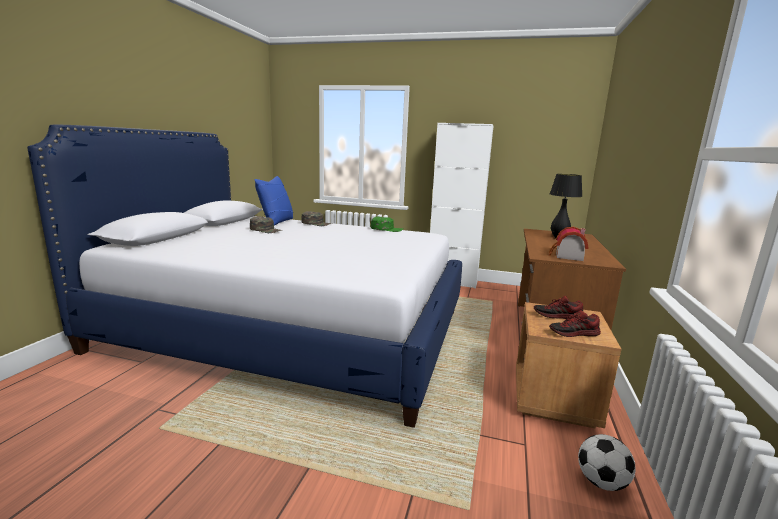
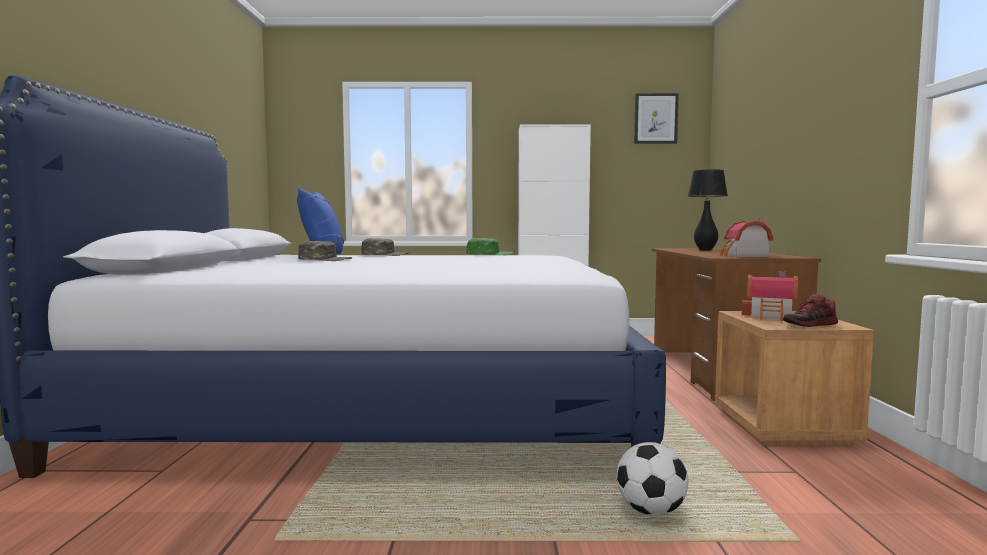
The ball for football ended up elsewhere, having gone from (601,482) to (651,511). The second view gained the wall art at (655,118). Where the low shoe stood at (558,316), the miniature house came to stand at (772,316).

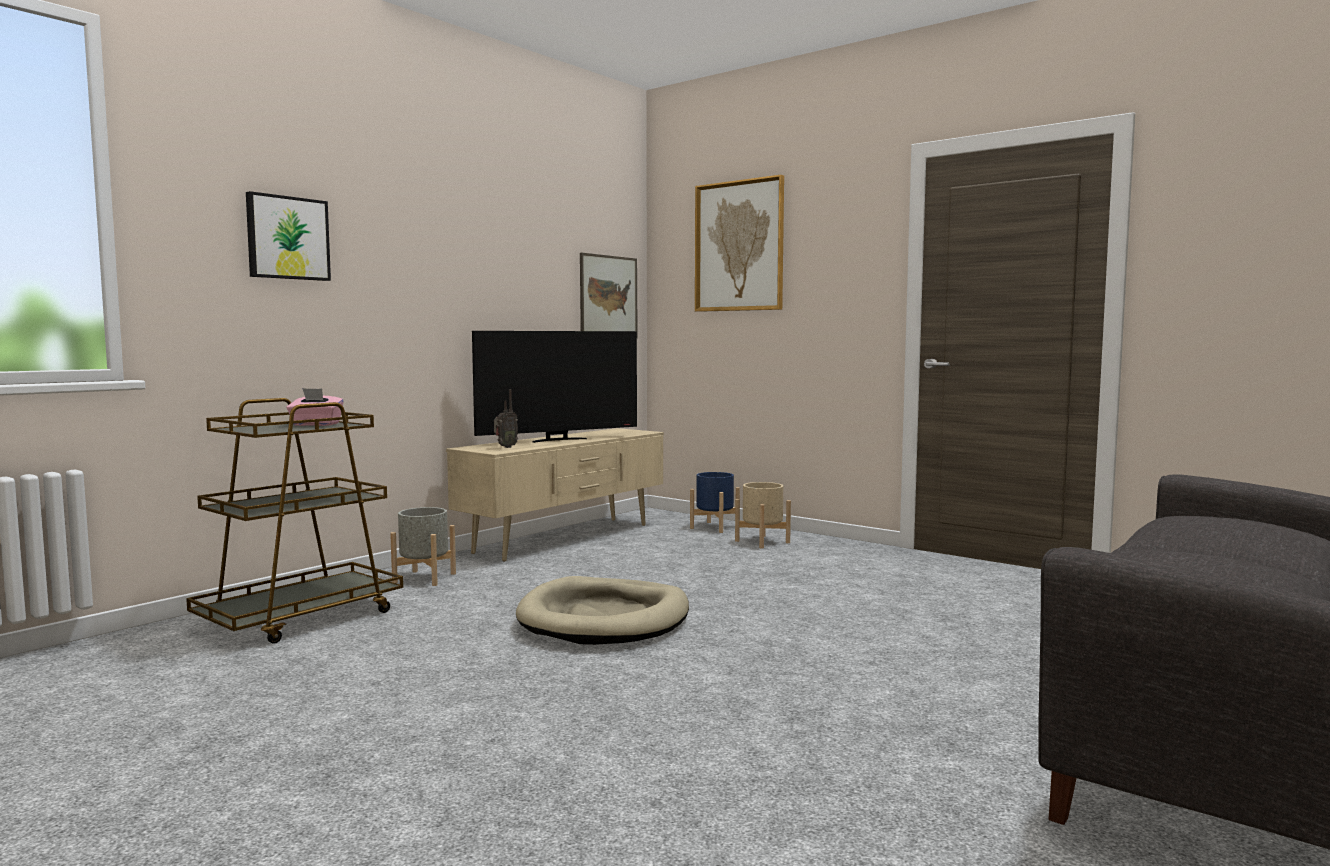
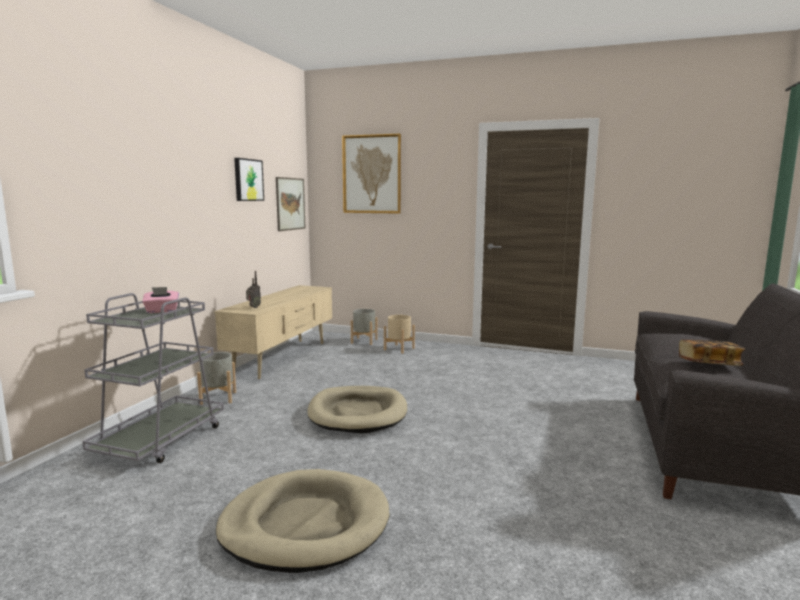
What was the brownish trolley at (301,618) turned into the greyish trolley at (161,440). The second view gained the beige pet bed at (305,525). The wall art ended up elsewhere, having gone from (287,238) to (248,180). What was the blue-coloured planter at (714,527) turned into the greyish planter at (364,341). The second view gained the volume at (708,364). The second view lost the TV set at (558,440).

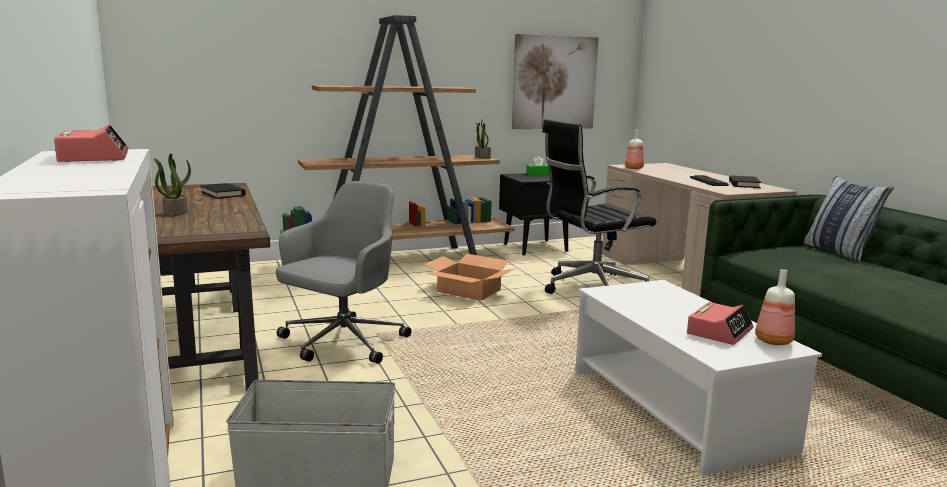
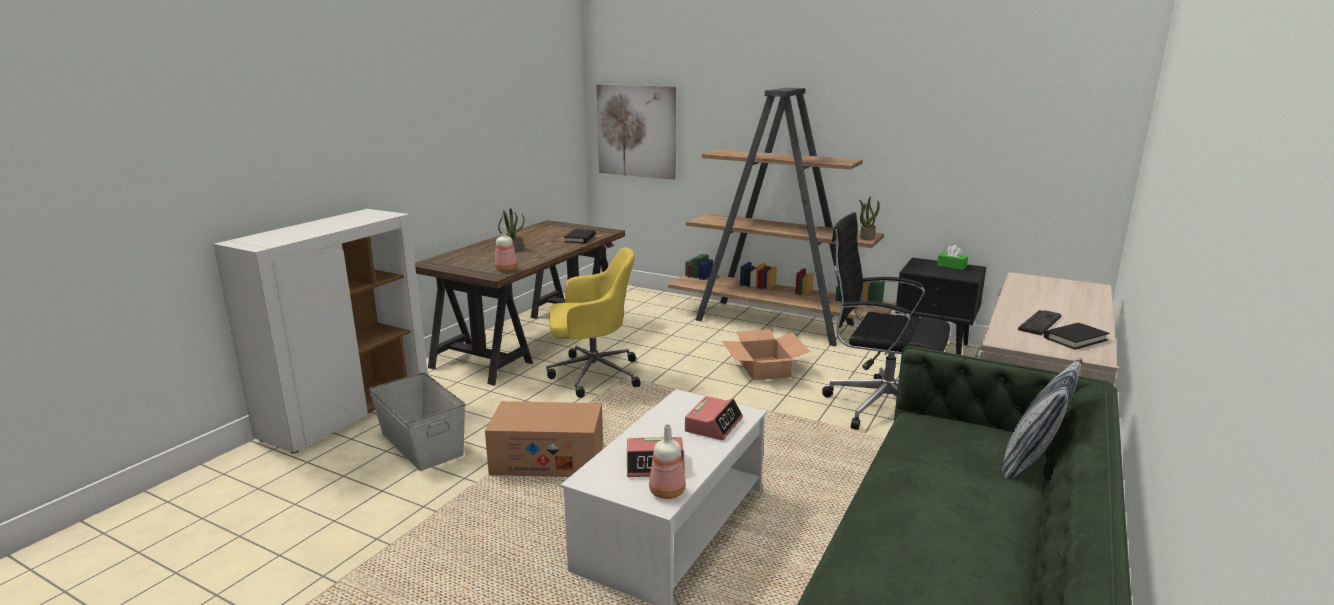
The second view gained the carton at (548,460). The bottle ended up elsewhere, having gone from (633,168) to (506,269). What was the greyish office chair at (342,343) turned into the yellow-coloured office chair at (592,374). The wall art ended up elsewhere, having gone from (554,82) to (636,131). The bedside clock ended up elsewhere, having gone from (94,157) to (713,425).

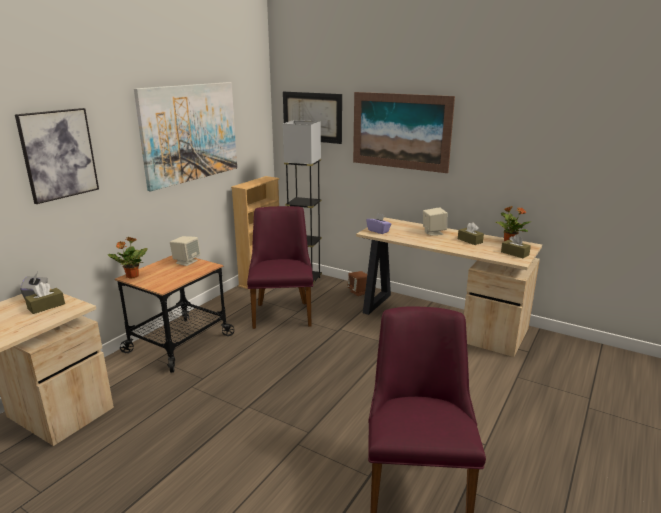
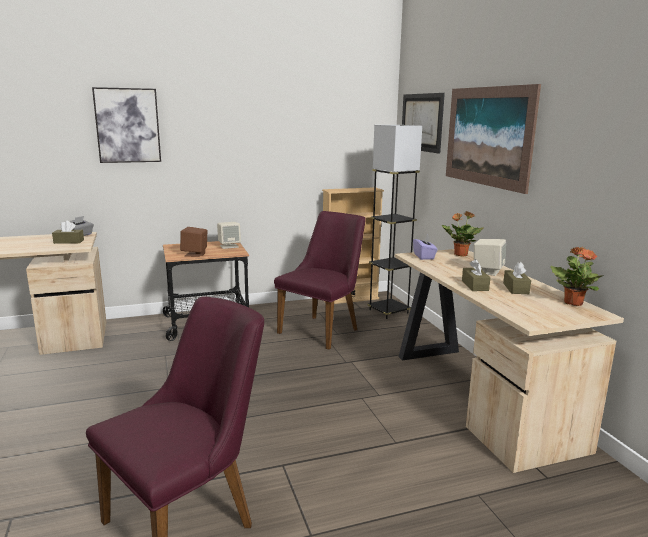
The brownish audio speaker ended up elsewhere, having gone from (358,292) to (195,254). The potted plant ended up elsewhere, having gone from (132,276) to (460,255). The brownish tissue holder ended up elsewhere, having gone from (514,253) to (475,285). The second view lost the wall art at (190,133).

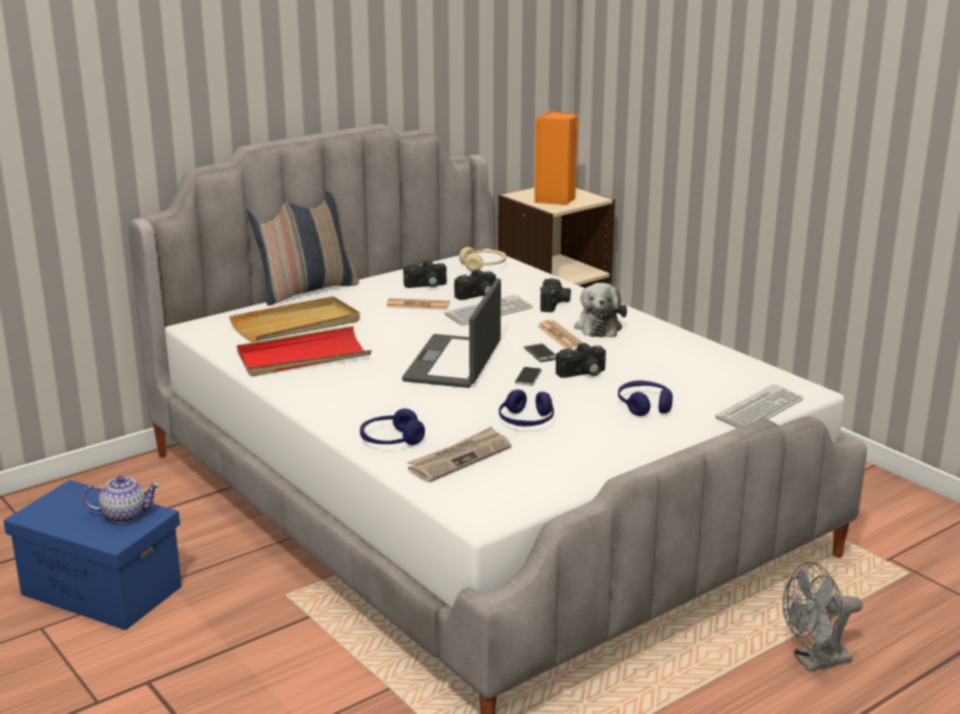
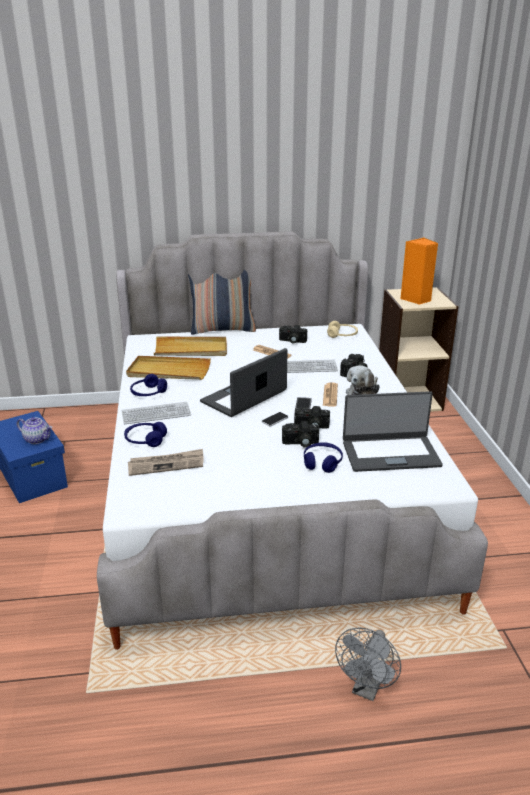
The computer keyboard ended up elsewhere, having gone from (759,409) to (156,414). What was the red-coloured carrying tray at (303,357) turned into the beige carrying tray at (168,371). The blue-coloured headphones ended up elsewhere, having gone from (526,421) to (148,393). The photo camera ended up elsewhere, having gone from (477,296) to (300,443). The greyish electric fan at (815,661) ended up facing another way, 75 degrees counterclockwise from before. The second view gained the laptop at (390,453).

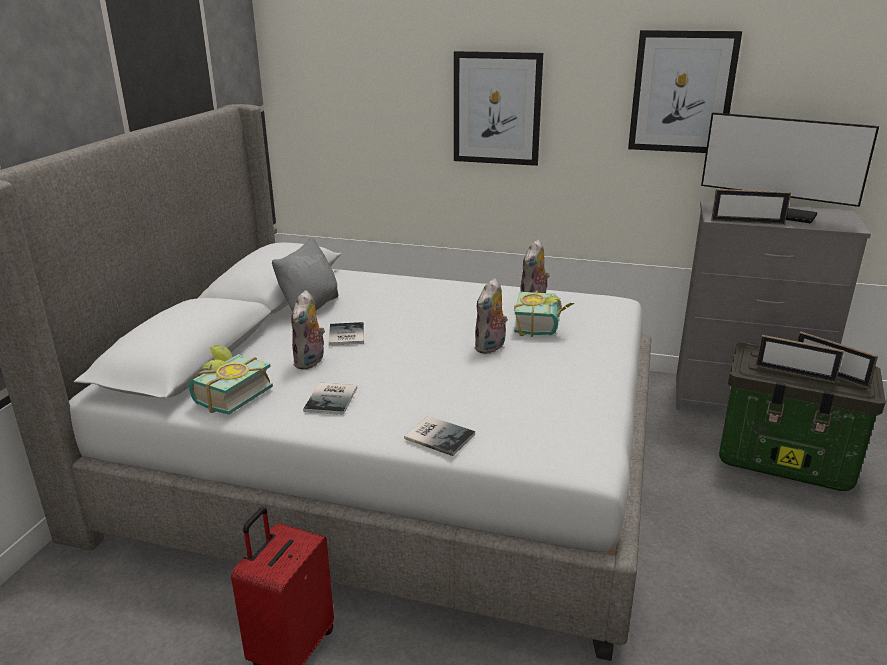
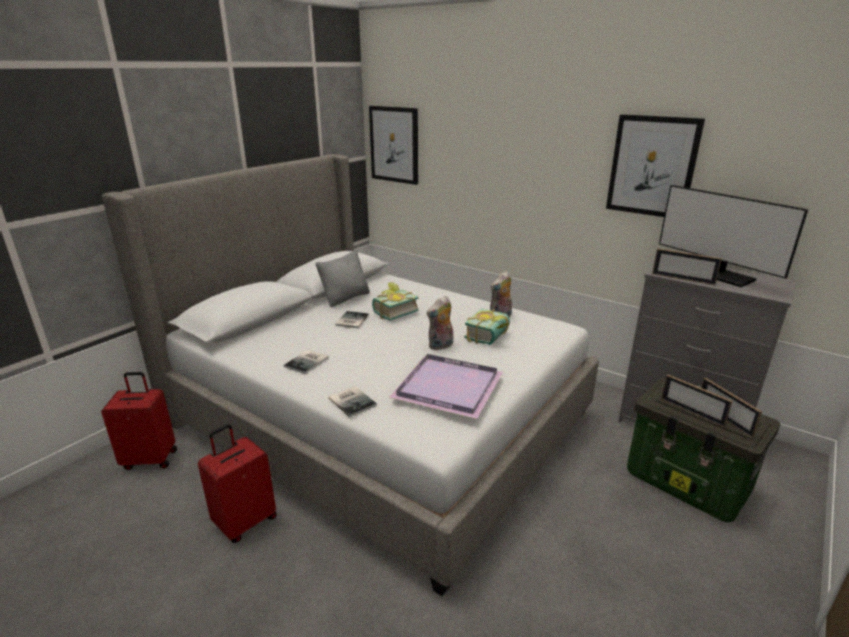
The second view gained the red-coloured travel case at (150,459). The wall art ended up elsewhere, having gone from (497,108) to (394,144). The volume ended up elsewhere, having gone from (228,396) to (393,312). The second view gained the purple-coloured carrying tray at (447,386). The second view lost the soft toy at (310,362).

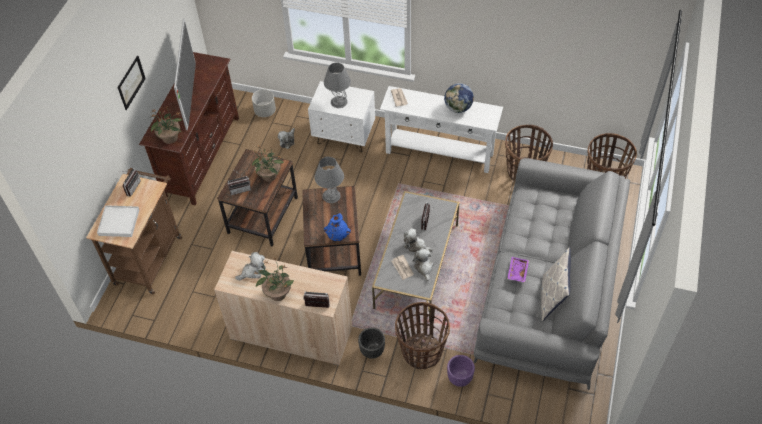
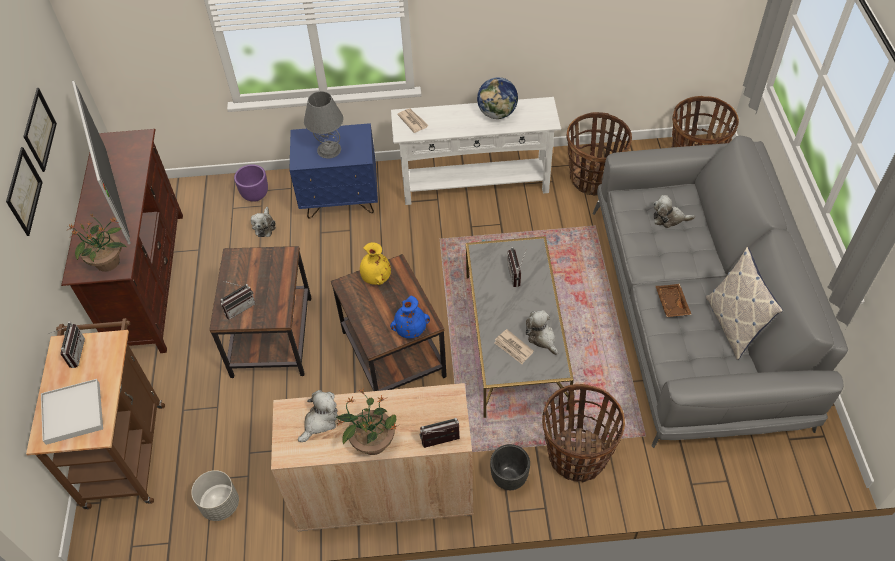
The second view gained the wall art at (39,129). The greyish planter ended up elsewhere, having gone from (265,111) to (220,504). The purple-coloured planter ended up elsewhere, having gone from (460,378) to (255,194). What was the white nightstand at (344,137) turned into the blue-coloured nightstand at (341,200). Where the greyish lamp for a table stood at (331,196), the yellow-coloured flower vase came to stand at (376,277). The soft toy ended up elsewhere, having gone from (416,246) to (669,218). What was the purple-coloured carrying tray at (517,271) turned into the brownish carrying tray at (671,304). The second view lost the potted plant at (269,176).

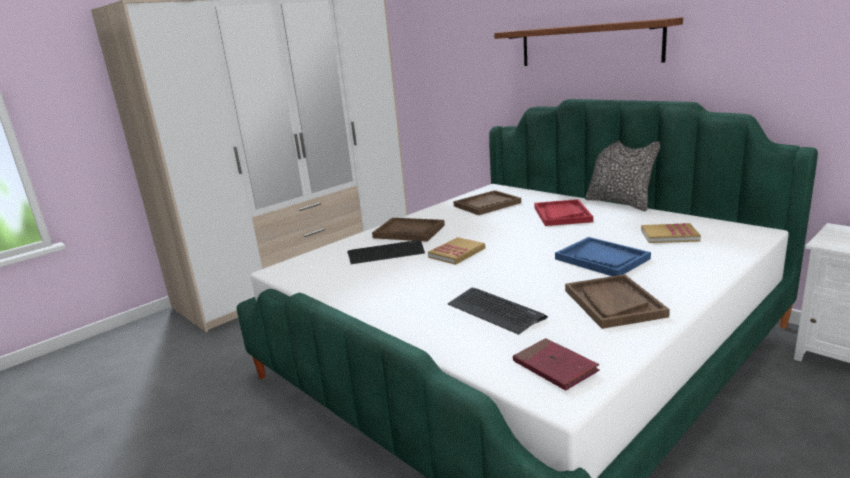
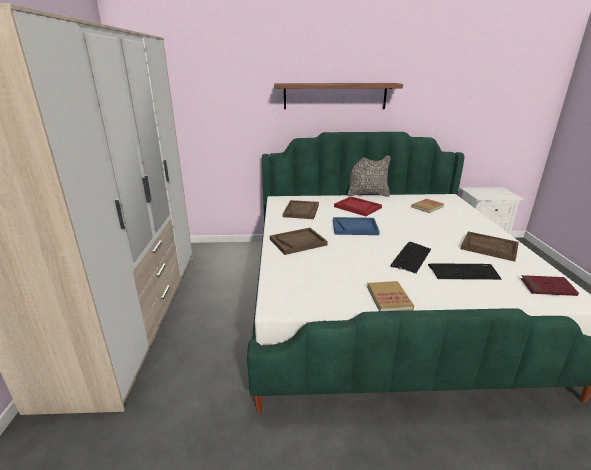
The blue-coloured carrying tray ended up elsewhere, having gone from (602,259) to (355,227). The volume ended up elsewhere, having gone from (457,253) to (389,298). The computer keyboard ended up elsewhere, having gone from (386,253) to (411,257).

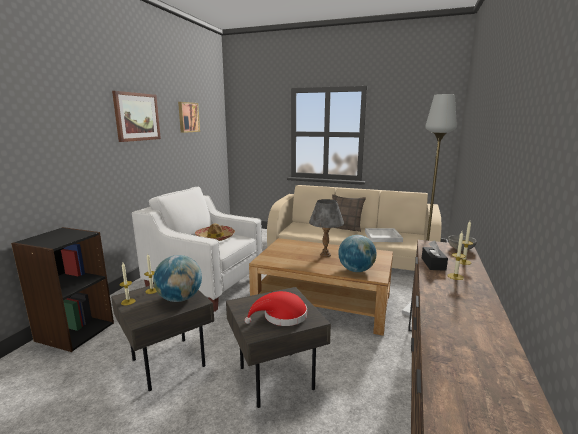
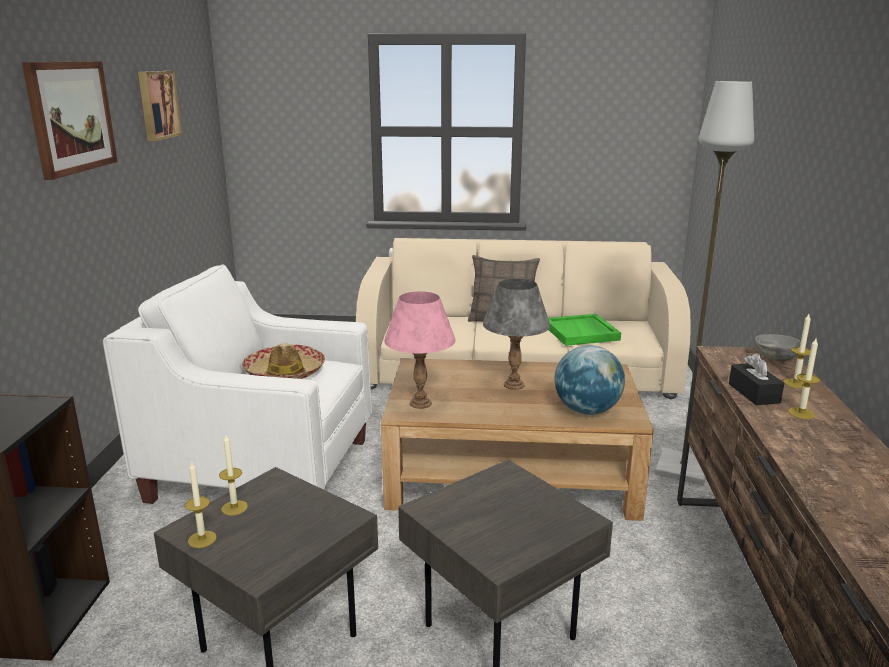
The second view gained the pinkish lamp for a table at (420,403). What was the white carrying tray at (383,237) turned into the greenish carrying tray at (581,333). The second view lost the globe at (180,299). The second view lost the red-coloured wearable hat at (281,316).

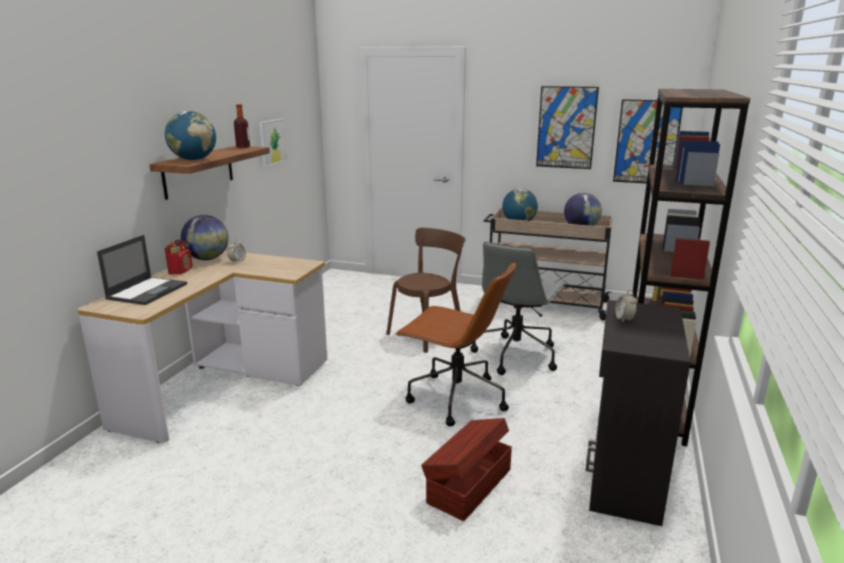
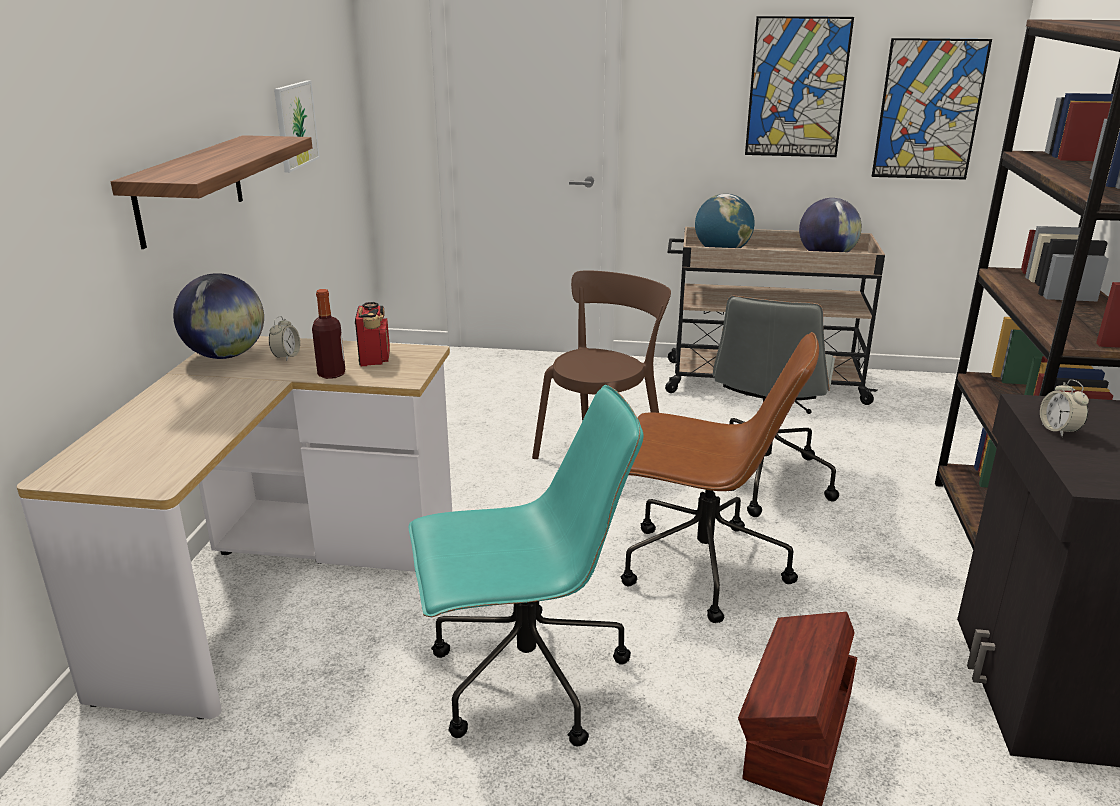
The bottle ended up elsewhere, having gone from (243,147) to (331,374). The radio receiver ended up elsewhere, having gone from (181,271) to (374,358). The second view gained the turquoise-coloured office chair at (524,680). The second view lost the laptop at (148,291). The second view lost the globe at (194,160).

